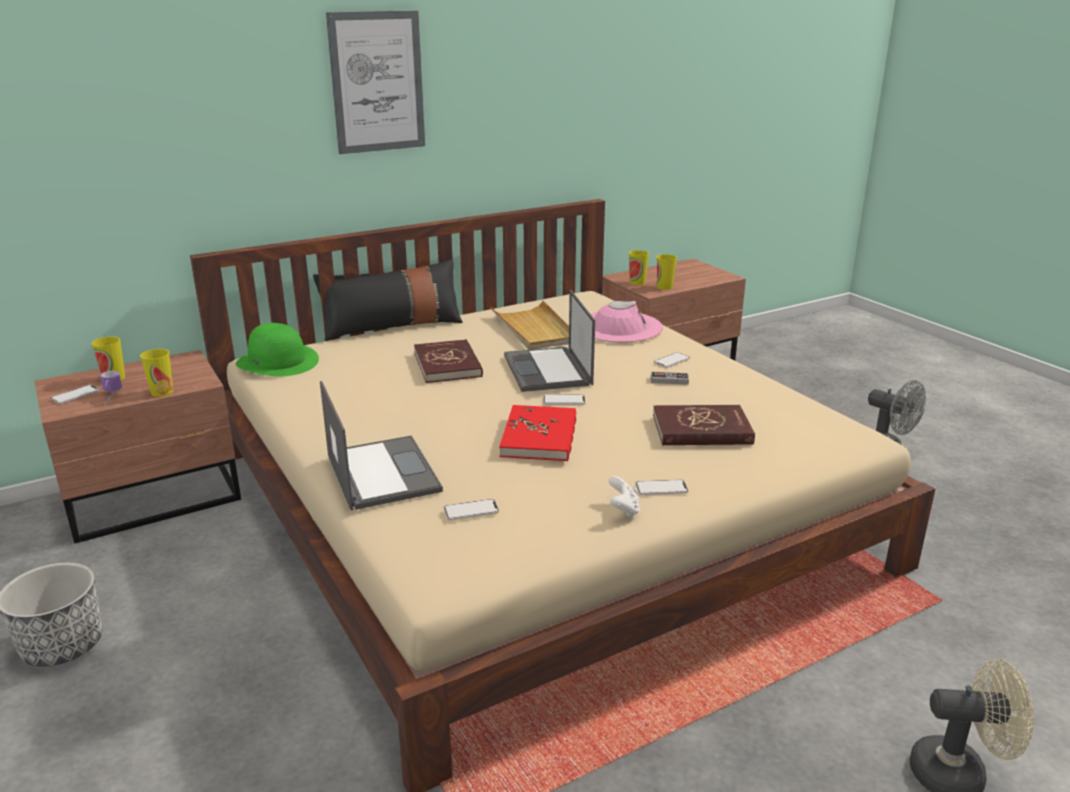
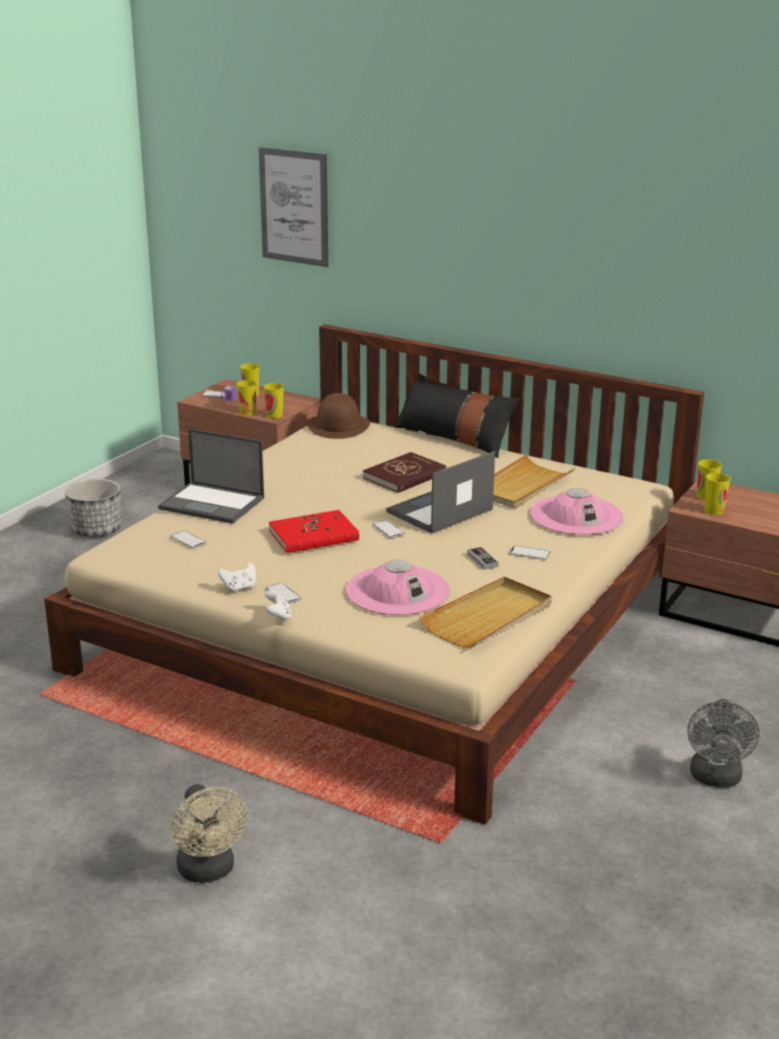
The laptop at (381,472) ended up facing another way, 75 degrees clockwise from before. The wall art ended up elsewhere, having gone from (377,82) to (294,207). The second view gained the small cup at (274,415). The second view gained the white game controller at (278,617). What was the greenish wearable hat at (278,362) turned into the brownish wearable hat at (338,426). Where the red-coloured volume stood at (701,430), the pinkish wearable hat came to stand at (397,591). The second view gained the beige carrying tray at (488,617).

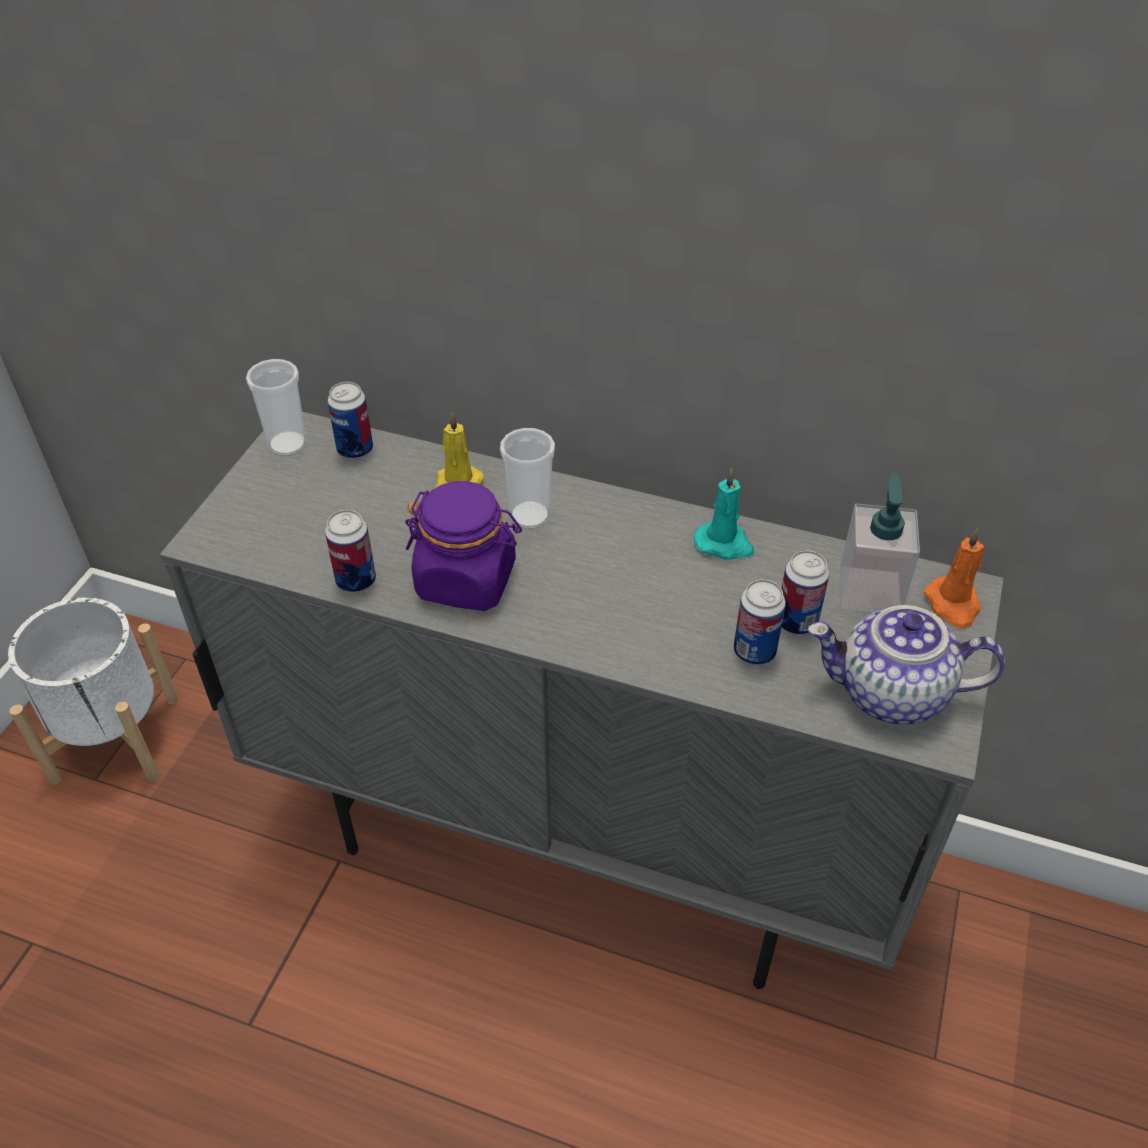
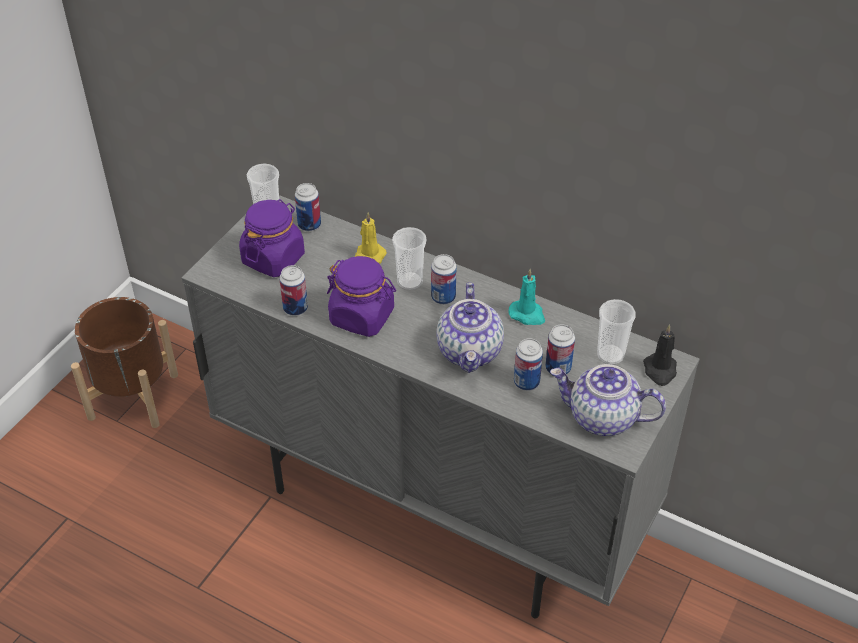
What was the white planter at (115,738) turned into the brownish planter at (132,396). The second view gained the purple-coloured preserve jar at (273,258). The second view gained the sealed can at (443,297). The second view gained the teapot at (470,352). Where the soap dispenser stood at (869,590), the small cup came to stand at (610,355). What was the orange-coloured wax light at (953,605) turned into the black-coloured wax light at (660,371).

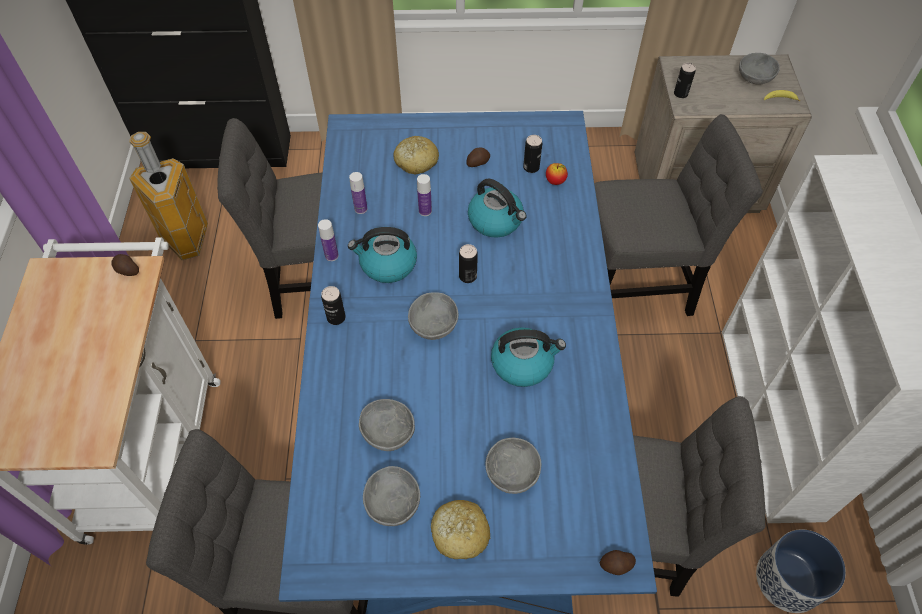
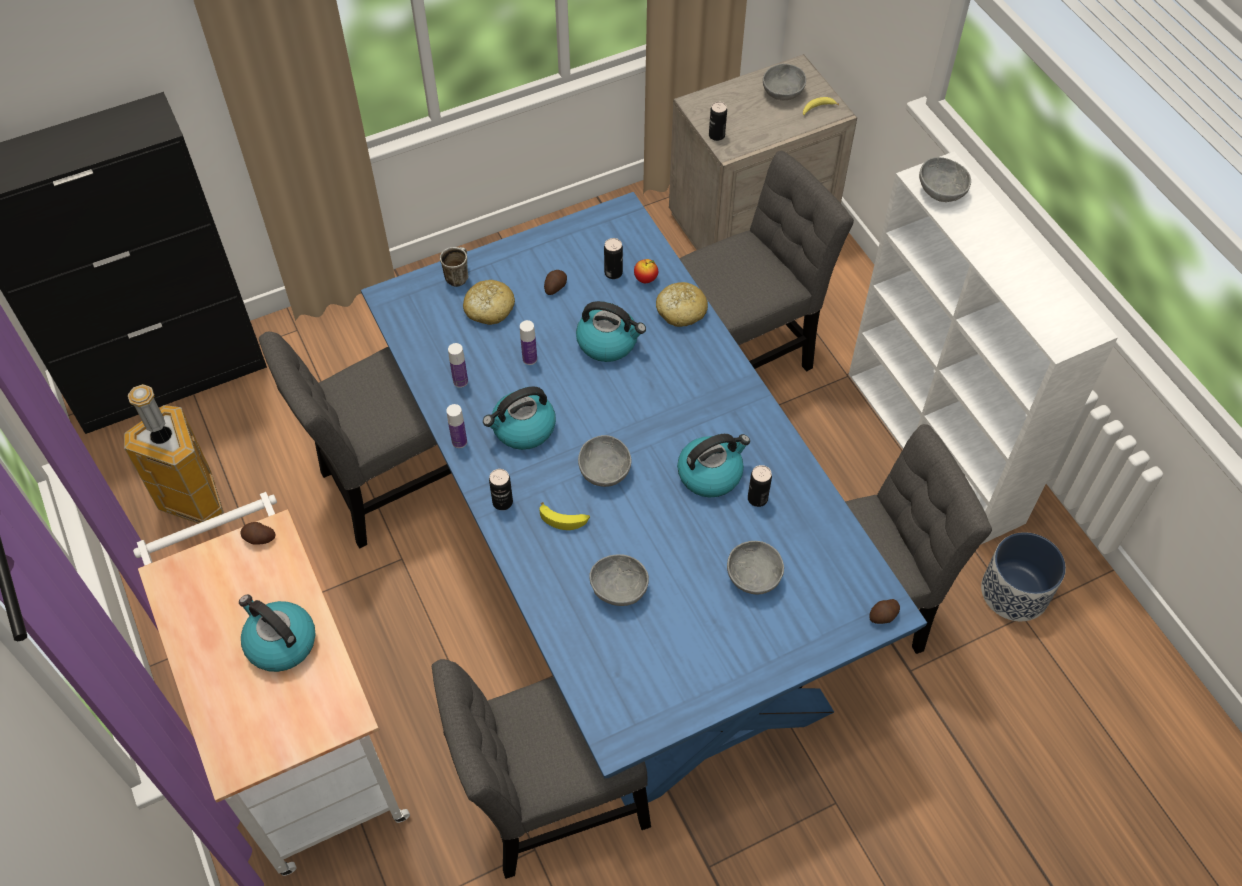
The second view gained the water kettle at (280,642). The second view gained the mug at (457,276). The second view gained the banana fruit at (564,519). The baked bread ended up elsewhere, having gone from (459,533) to (680,311). The sealed can ended up elsewhere, having gone from (467,276) to (757,498). The greyish bowl ended up elsewhere, having gone from (394,503) to (942,191).

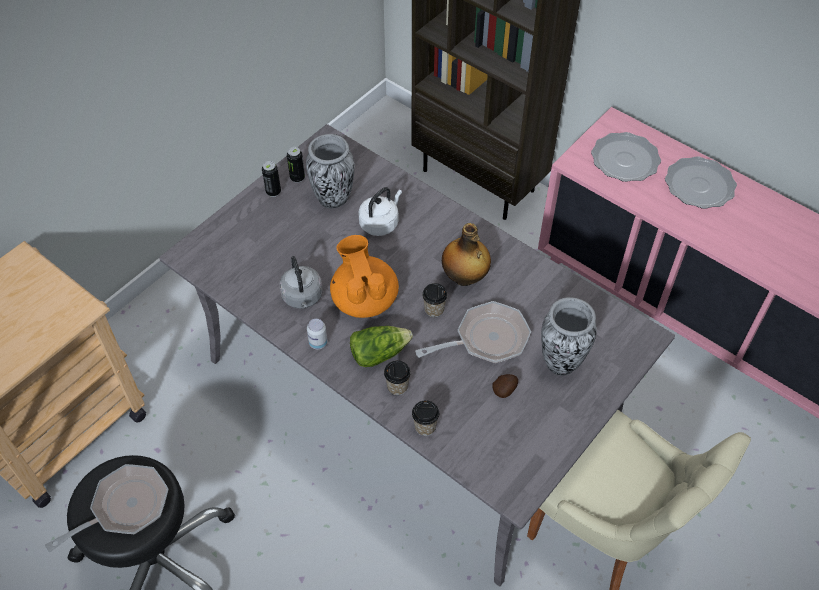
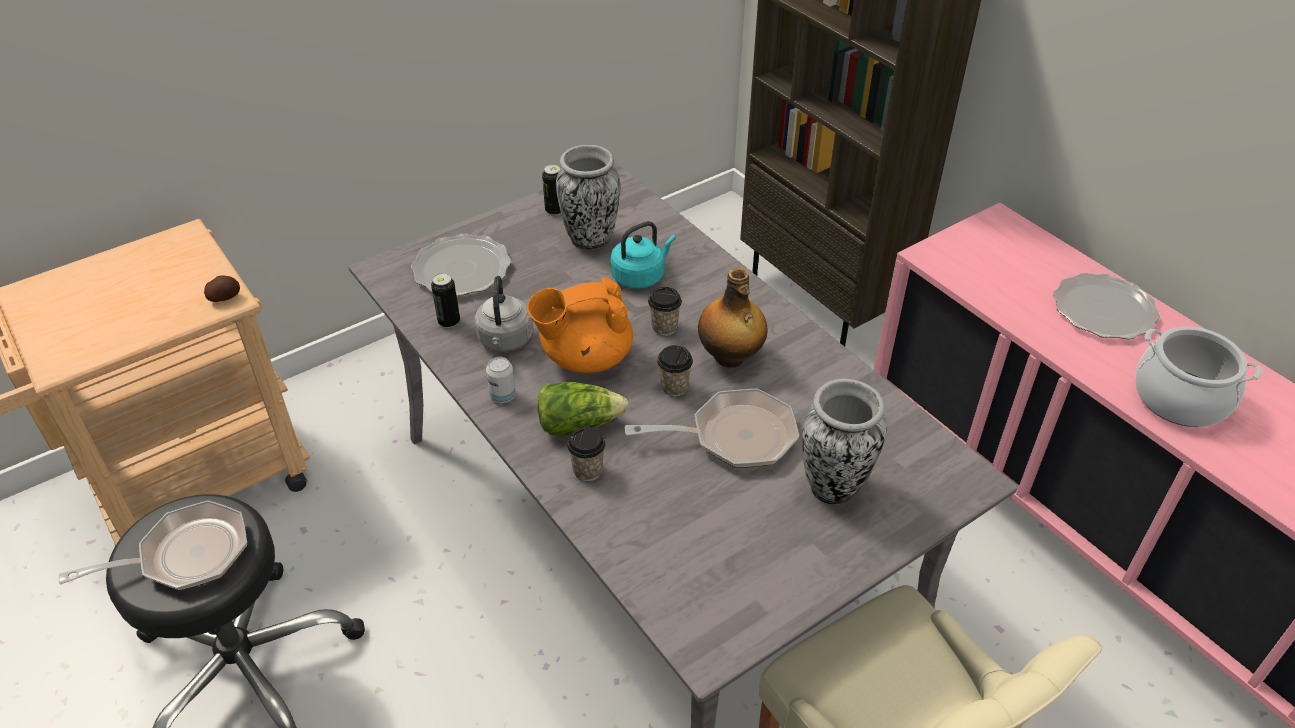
The whole potato ended up elsewhere, having gone from (505,390) to (225,298). The plate ended up elsewhere, having gone from (624,159) to (461,268). The sealed can ended up elsewhere, having gone from (273,192) to (449,322). The orange-coloured teapot at (364,299) ended up facing another way, 105 degrees counterclockwise from before. What was the white water kettle at (380,223) turned into the turquoise-coloured water kettle at (640,276). The small cup ended up elsewhere, having gone from (425,427) to (664,327). The second view gained the stockpot at (1180,399).

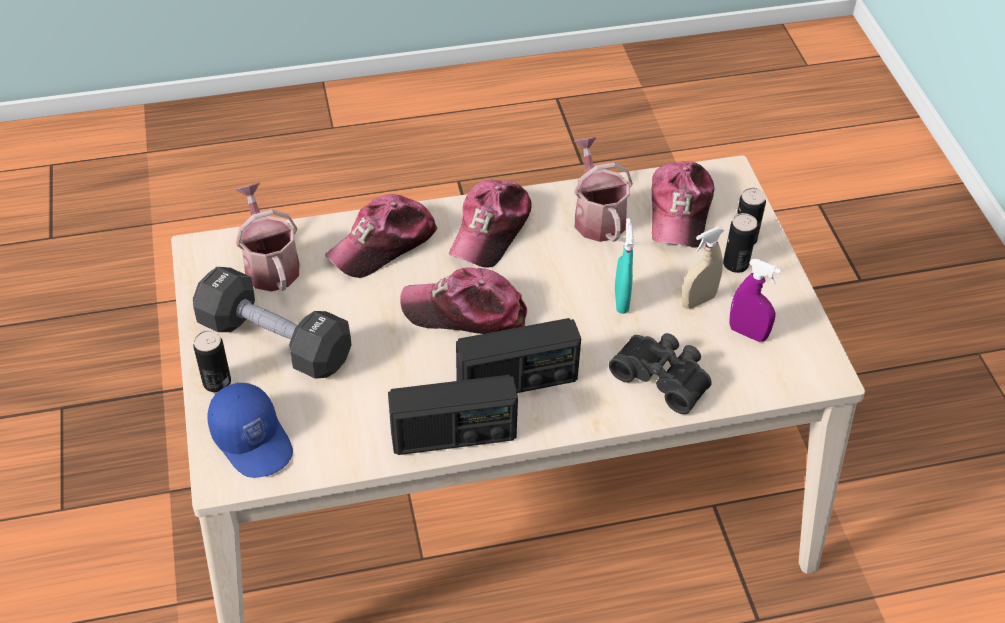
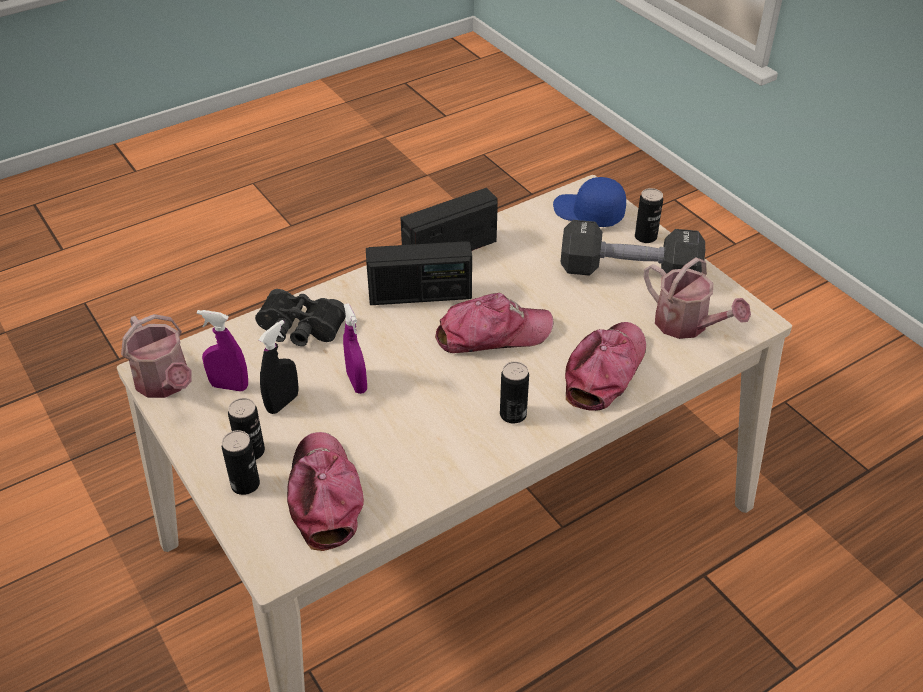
The watering can ended up elsewhere, having gone from (597,216) to (165,384). What was the beige hand sprayer at (698,301) turned into the black-coloured hand sprayer at (282,403). What was the turquoise-coloured hand sprayer at (621,300) turned into the purple-coloured hand sprayer at (357,382). The radio receiver at (517,382) ended up facing another way, 150 degrees counterclockwise from before. Where the baseball cap stood at (491,230), the sealed can came to stand at (513,414).

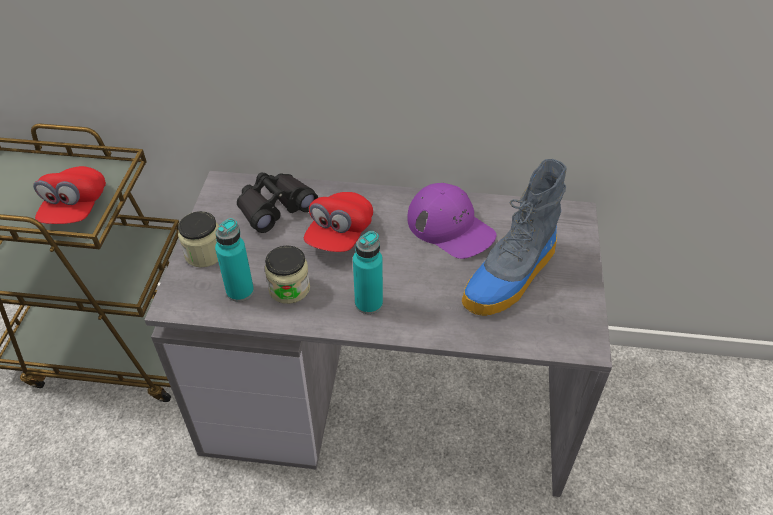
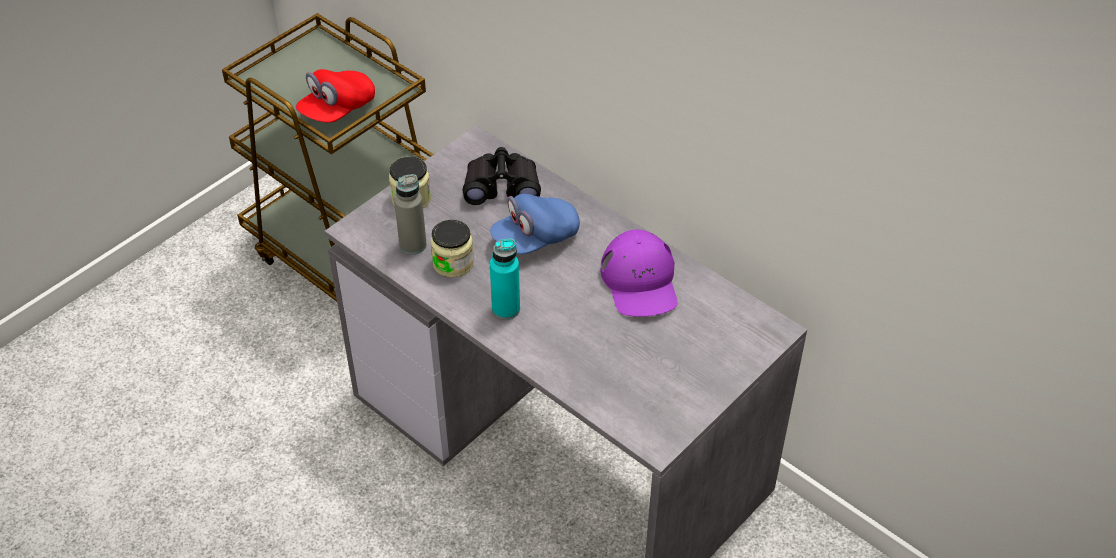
What was the turquoise-coloured bottle at (240,291) turned into the greyish bottle at (413,245). What was the red-coloured baseball cap at (339,234) turned into the blue-coloured baseball cap at (535,238). The second view lost the high-top boot at (510,277).

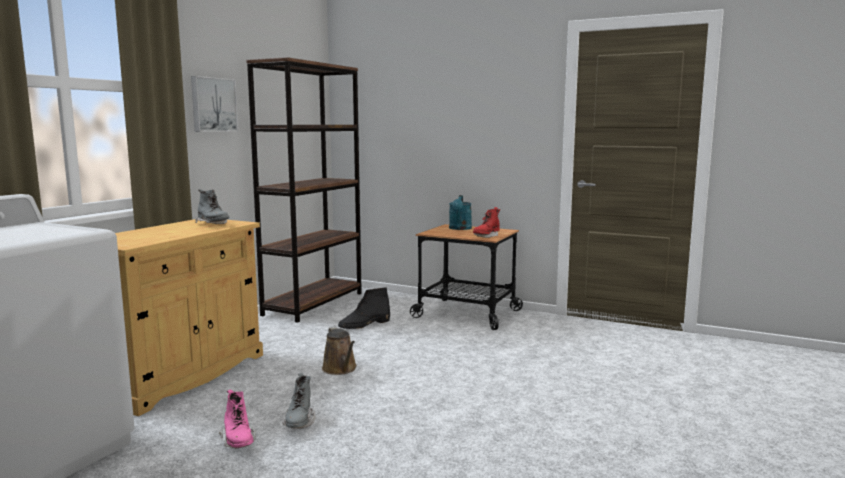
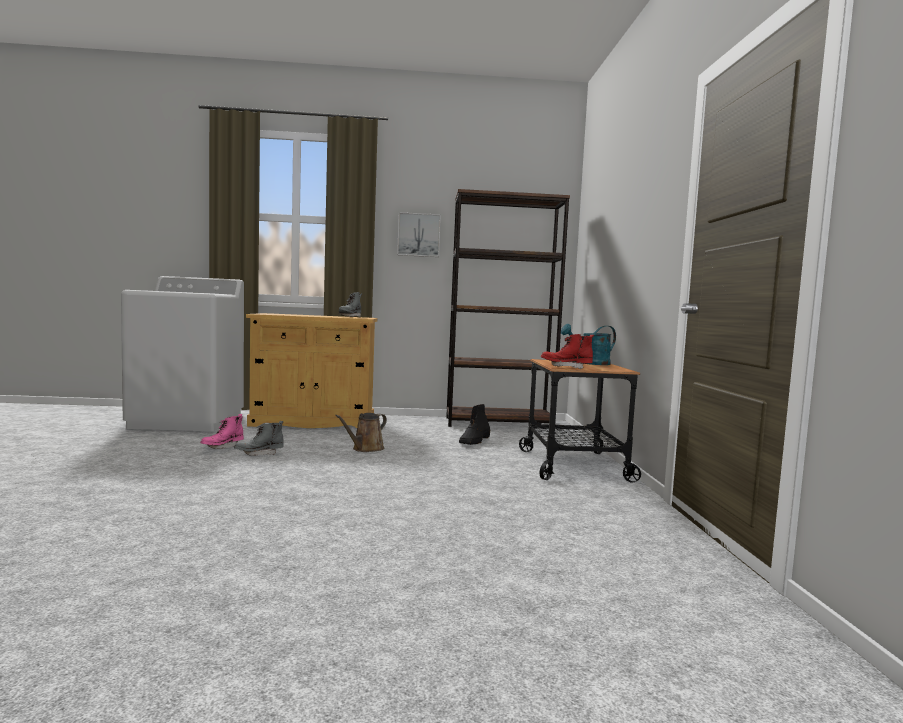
The black-coloured high-top boot at (364,325) ended up facing another way, 90 degrees counterclockwise from before.

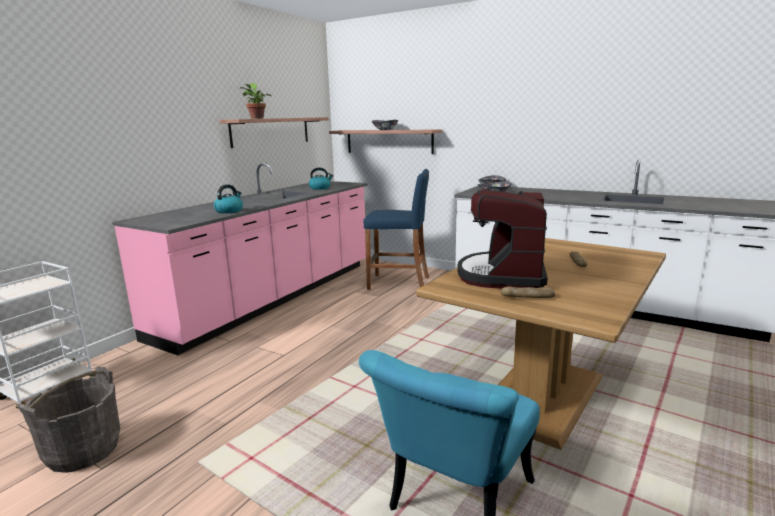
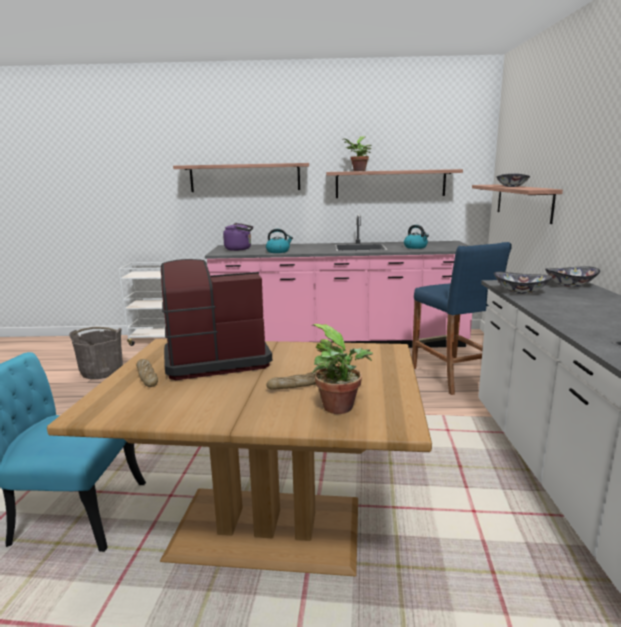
The second view gained the shelf at (245,177). The second view gained the purple-coloured water kettle at (240,249). The second view gained the potted plant at (341,408).

